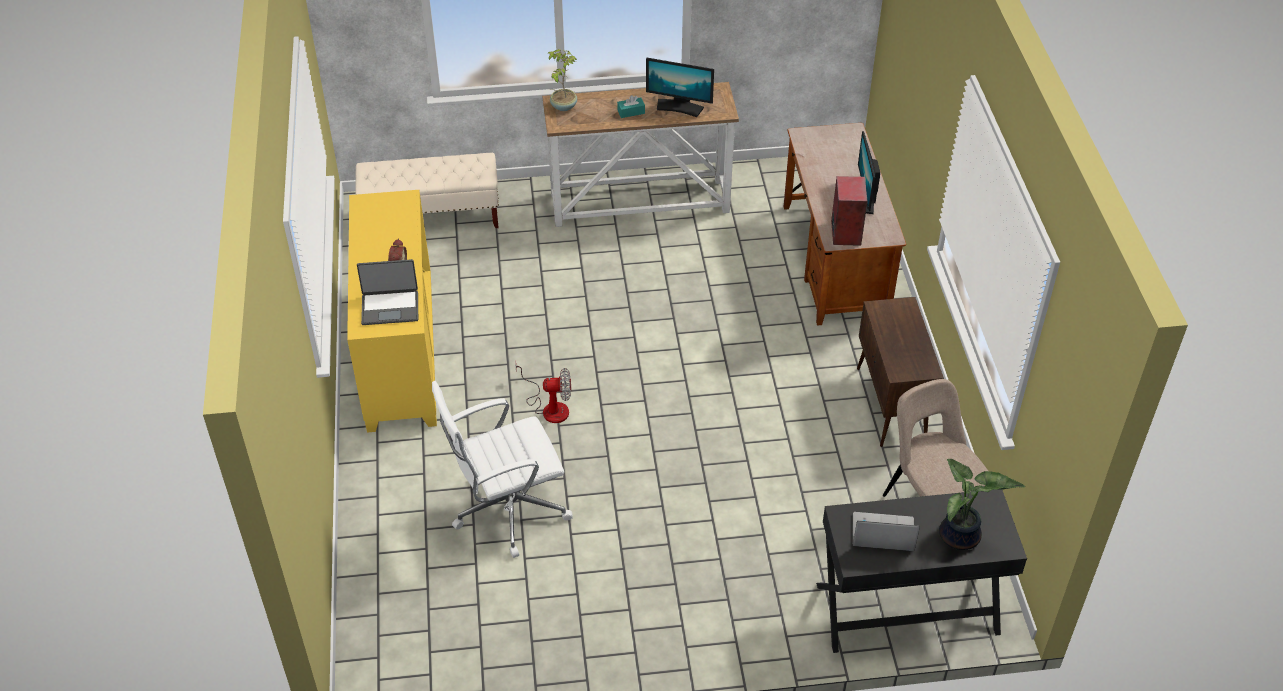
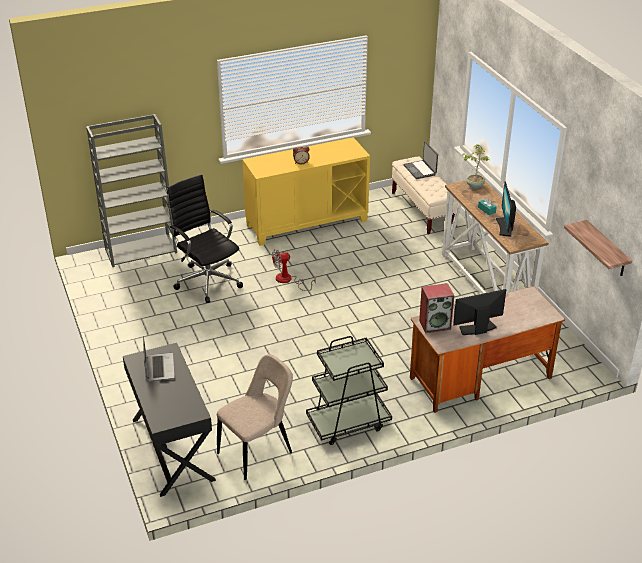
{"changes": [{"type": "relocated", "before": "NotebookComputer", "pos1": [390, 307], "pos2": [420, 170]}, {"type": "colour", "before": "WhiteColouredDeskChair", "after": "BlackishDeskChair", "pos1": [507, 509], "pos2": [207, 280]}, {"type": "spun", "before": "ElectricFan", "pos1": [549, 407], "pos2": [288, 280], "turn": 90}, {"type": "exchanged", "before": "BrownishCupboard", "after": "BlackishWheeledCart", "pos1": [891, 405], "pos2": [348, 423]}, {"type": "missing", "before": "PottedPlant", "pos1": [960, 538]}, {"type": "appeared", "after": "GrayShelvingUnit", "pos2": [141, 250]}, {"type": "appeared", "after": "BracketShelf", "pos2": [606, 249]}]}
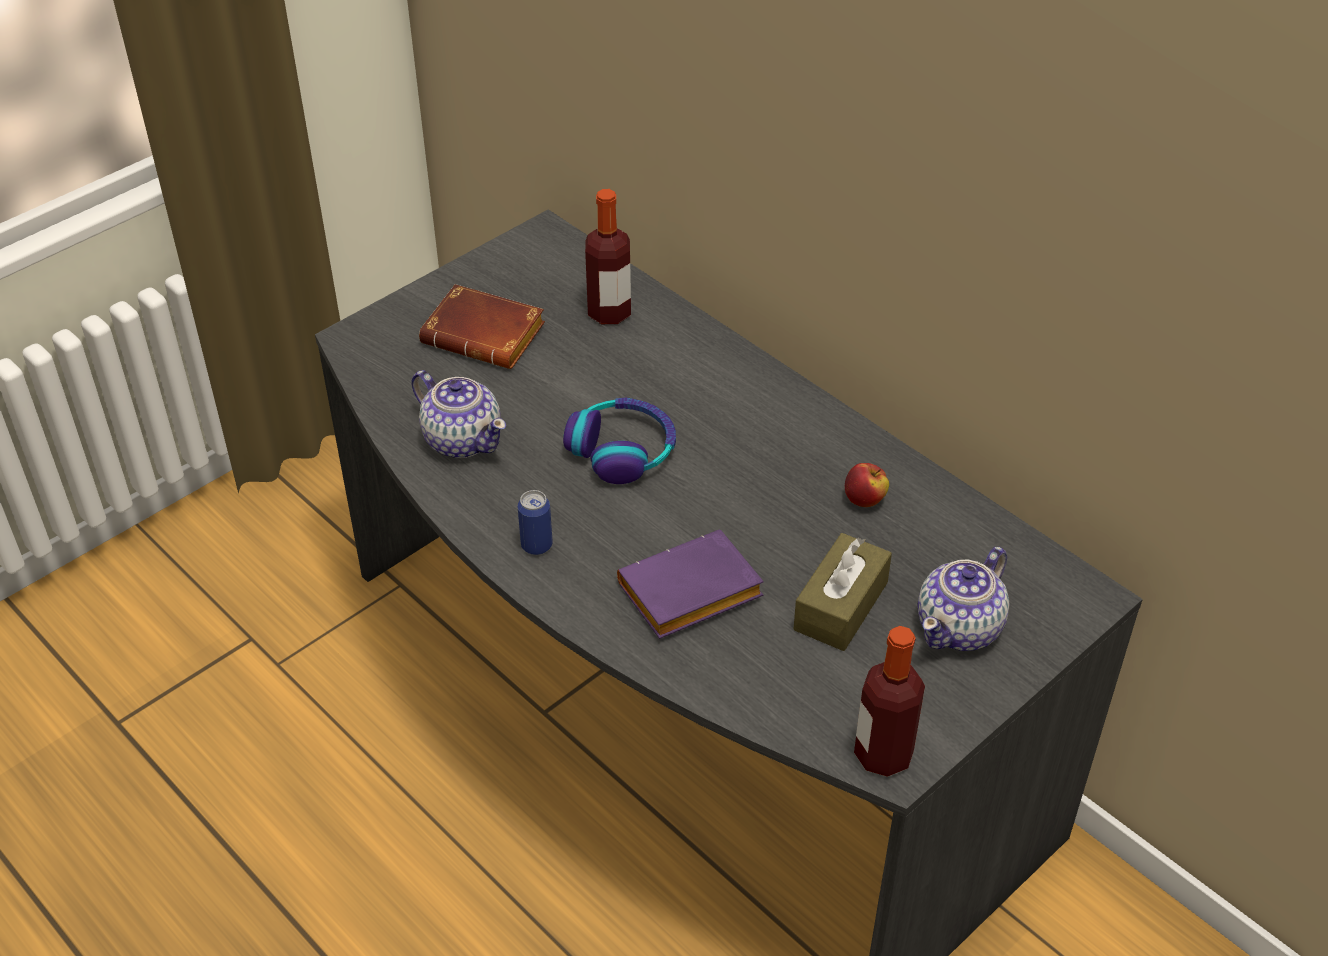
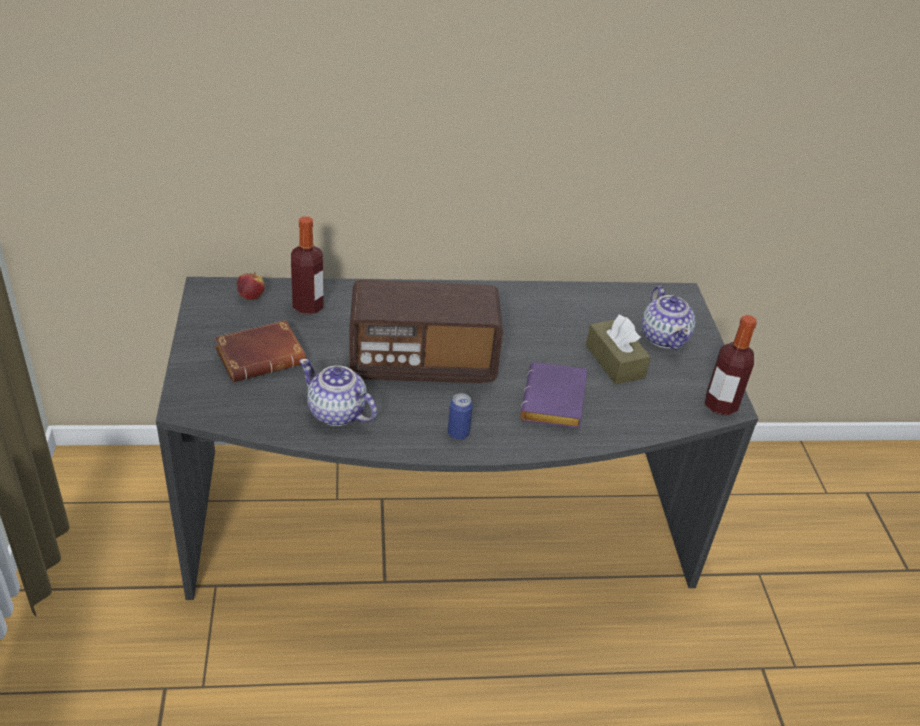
{"changes": [{"type": "spun", "before": "PotForTea", "pos1": [462, 439], "pos2": [337, 413], "turn": -135}, {"type": "exchanged", "before": "Headphones", "after": "Radio", "pos1": [622, 450], "pos2": [422, 363]}, {"type": "relocated", "before": "Apple", "pos1": [865, 500], "pos2": [251, 297]}]}
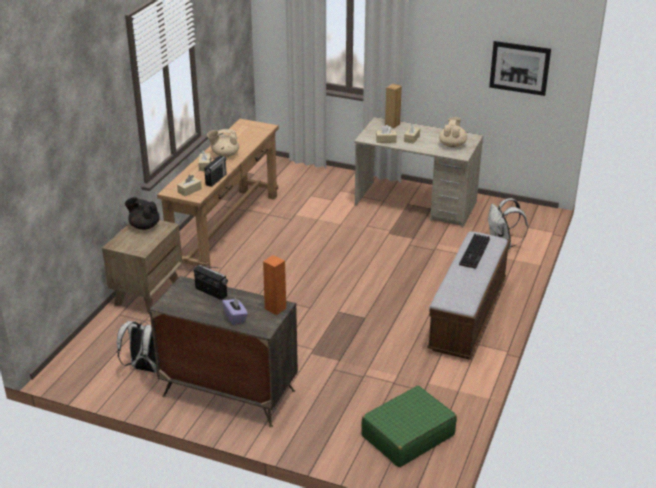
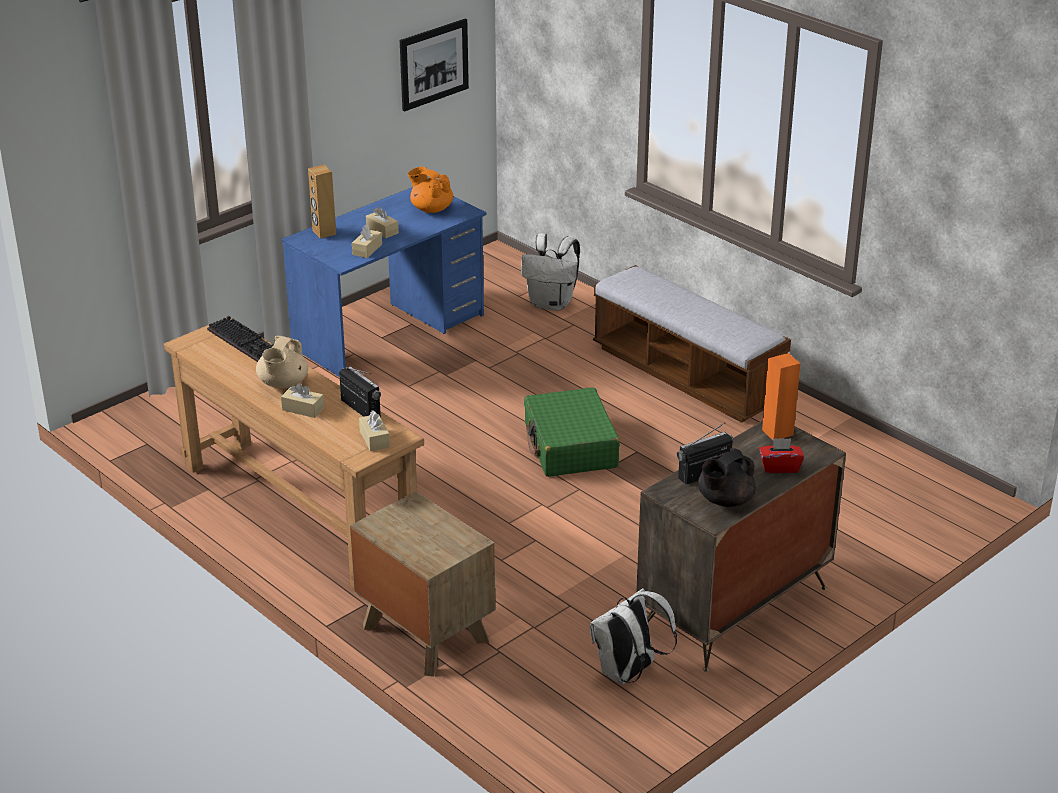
{"changes": [{"type": "relocated", "before": "BlackishPotForTea", "pos1": [144, 226], "pos2": [724, 500]}, {"type": "colour", "before": "PurplishTissueHolder", "after": "ReddishTissueHolder", "pos1": [235, 317], "pos2": [779, 467]}, {"type": "colour", "before": "BeigeColouredDeskUnit", "after": "BlueColouredDeskUnit", "pos1": [415, 204], "pos2": [389, 332]}, {"type": "relocated", "before": "GreenSuitcase", "pos1": [407, 435], "pos2": [570, 446]}, {"type": "colour", "before": "BeigeColouredPotForTea", "after": "OrangeColouredPotForTea", "pos1": [452, 145], "pos2": [431, 209]}, {"type": "relocated", "before": "ComputerKeyboard", "pos1": [475, 253], "pos2": [247, 342]}]}
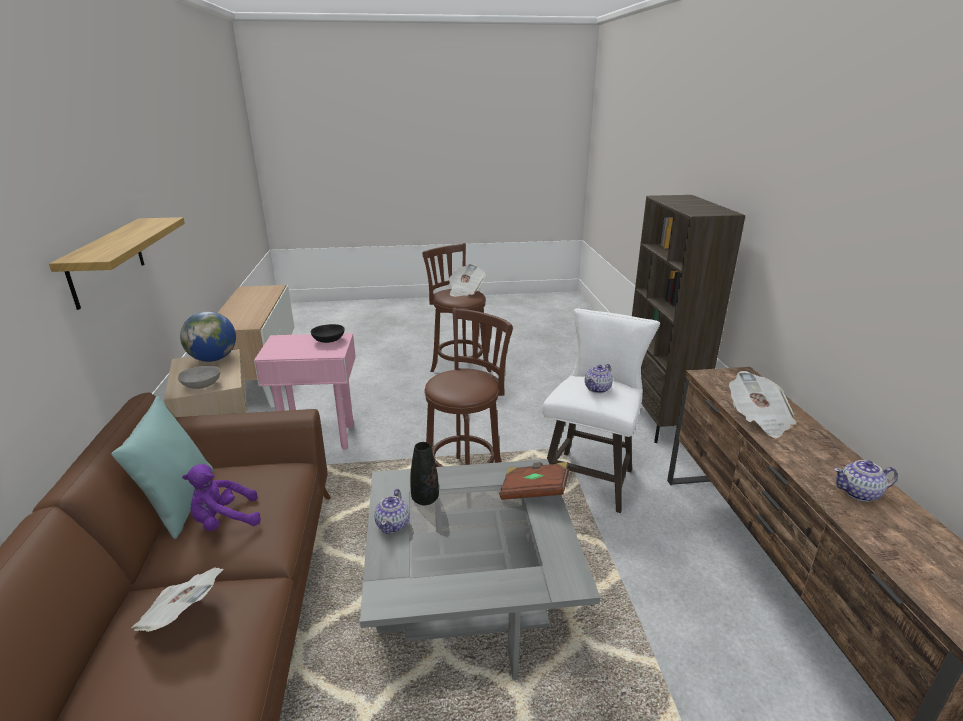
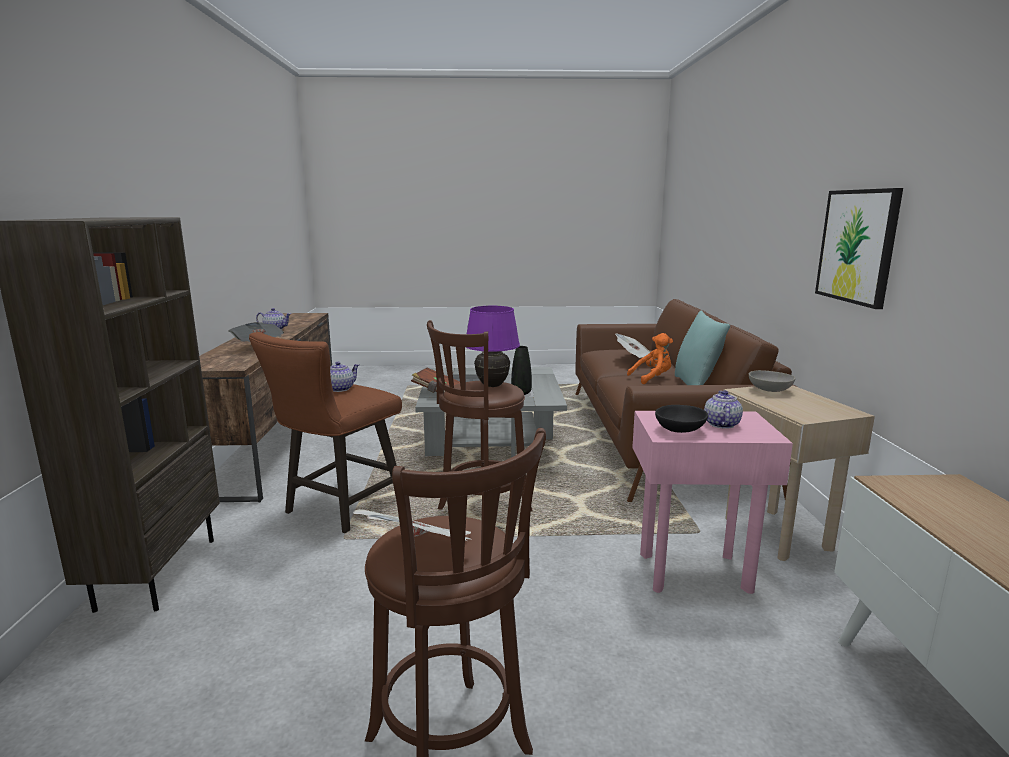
{"changes": [{"type": "exchanged", "before": "BracketShelf", "after": "Picture", "pos1": [106, 261], "pos2": [857, 246]}, {"type": "missing", "before": "DeskGlobe", "pos1": [213, 359]}, {"type": "colour", "before": "PurplishSoftToy", "after": "OrangeColouredSoftToy", "pos1": [224, 521], "pos2": [652, 378]}, {"type": "relocated", "before": "PotForTea", "pos1": [393, 524], "pos2": [721, 424]}, {"type": "colour", "before": "WhiteColouredStoolSeat", "after": "BrownishStoolSeat", "pos1": [590, 476], "pos2": [338, 509]}, {"type": "appeared", "after": "PurplishLampForATable", "pos2": [492, 386]}]}
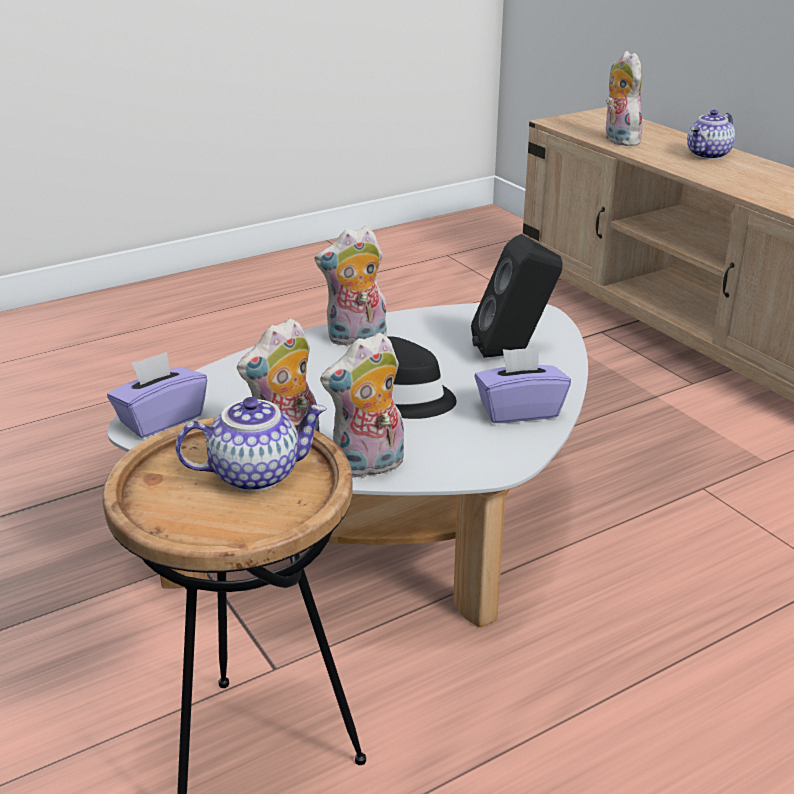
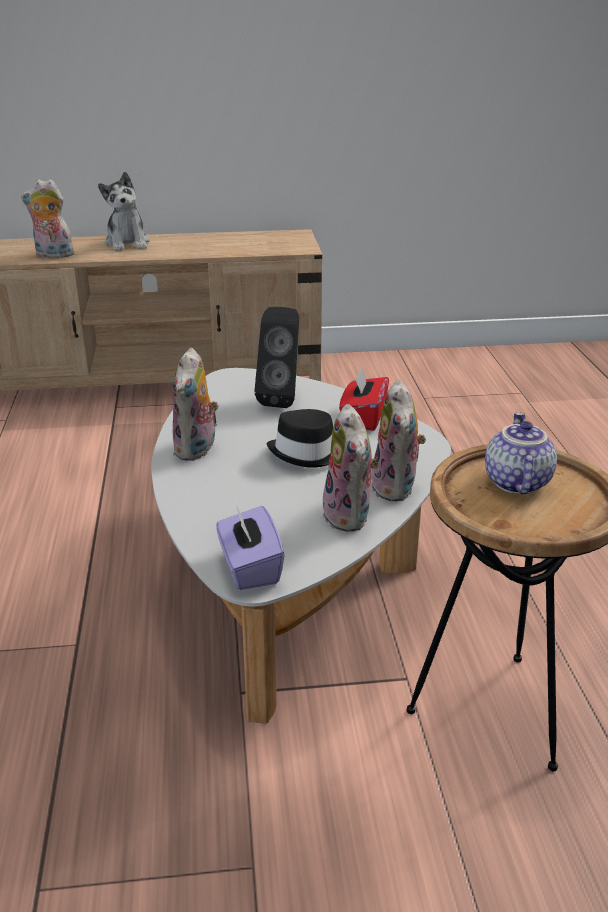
{"changes": [{"type": "colour", "before": "PurplishTissueHolder", "after": "ReddishTissueHolder", "pos1": [519, 411], "pos2": [363, 418]}, {"type": "exchanged", "before": "PotForTea", "after": "SoftToy", "pos1": [709, 155], "pos2": [127, 243]}]}
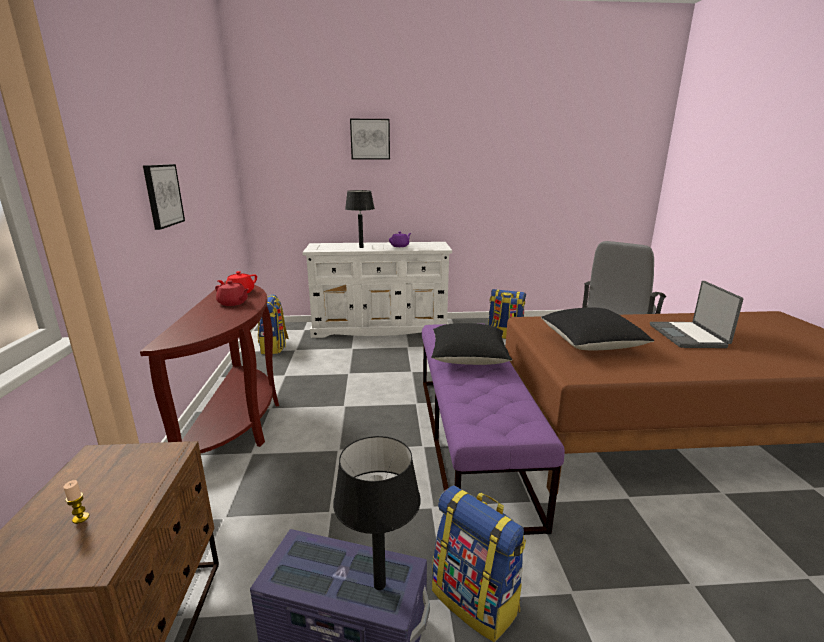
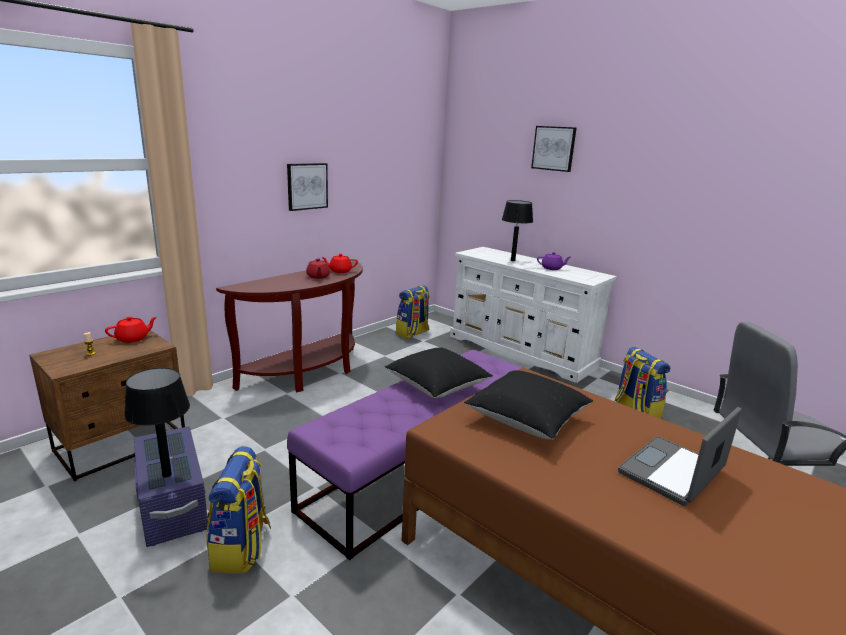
{"changes": [{"type": "appeared", "after": "ReddishPotForTea", "pos2": [133, 338]}]}
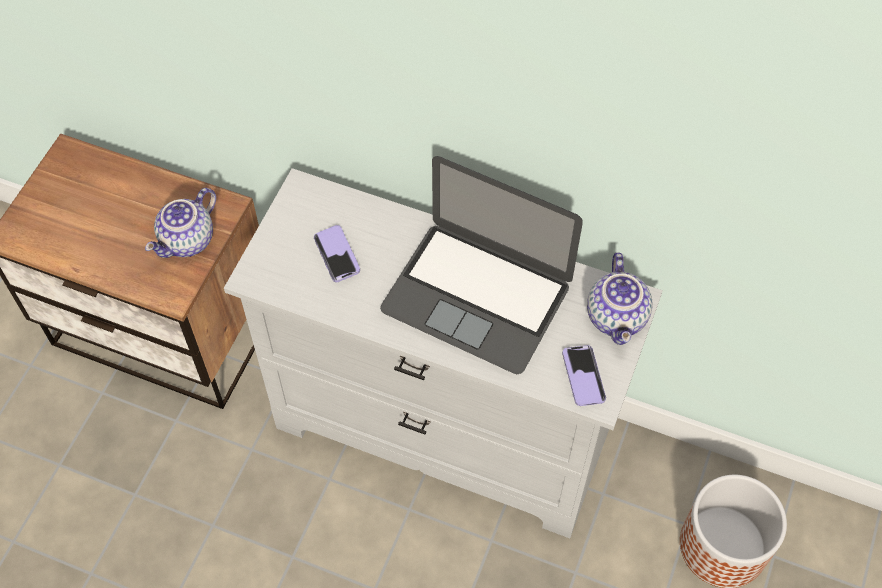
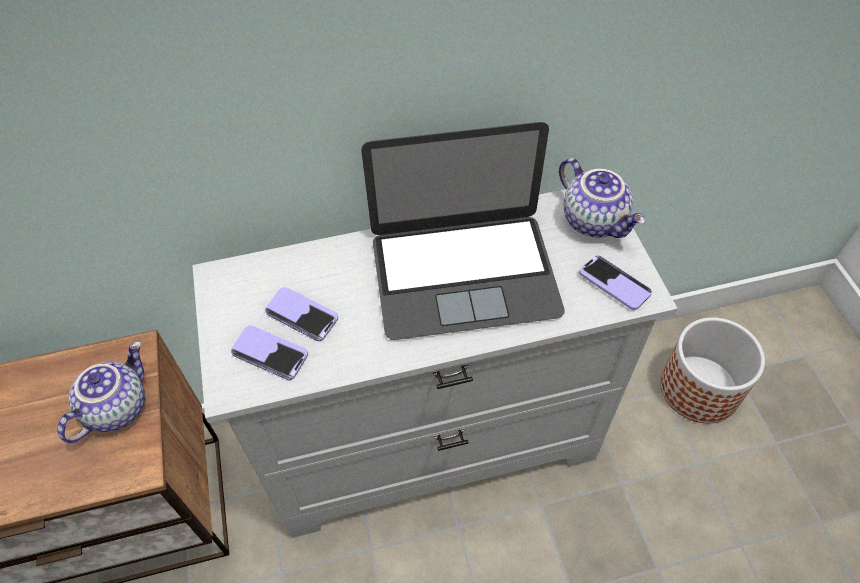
{"changes": [{"type": "spun", "before": "PotForTea", "pos1": [188, 241], "pos2": [116, 407], "turn": -150}, {"type": "appeared", "after": "Telephone", "pos2": [270, 354]}]}
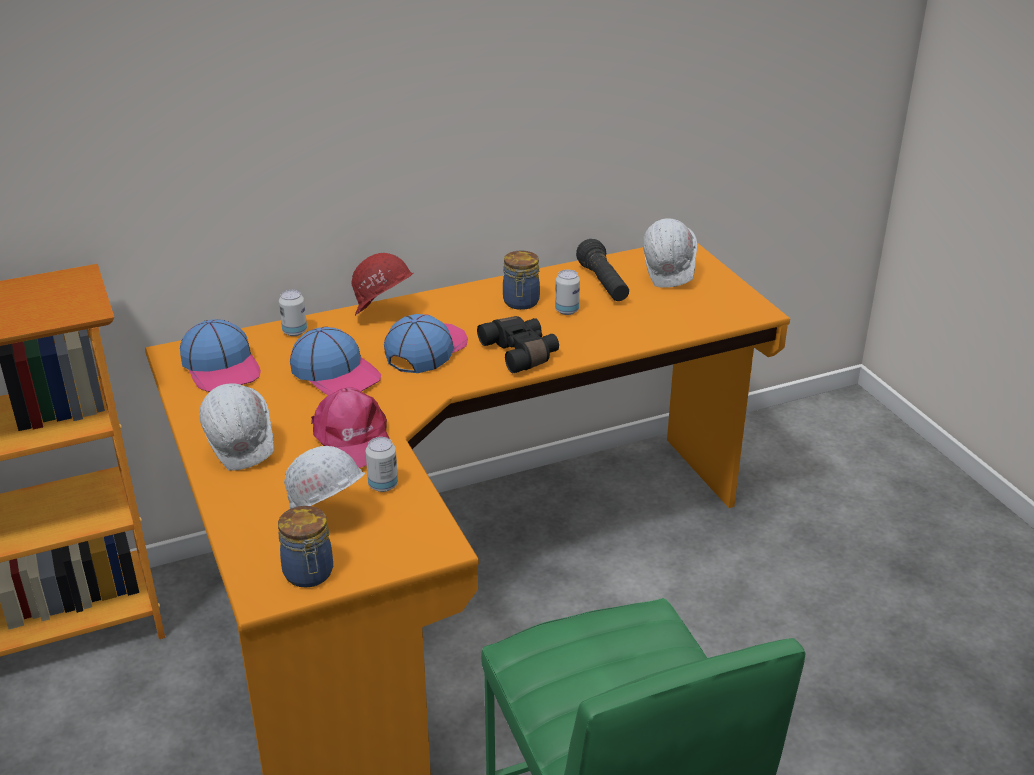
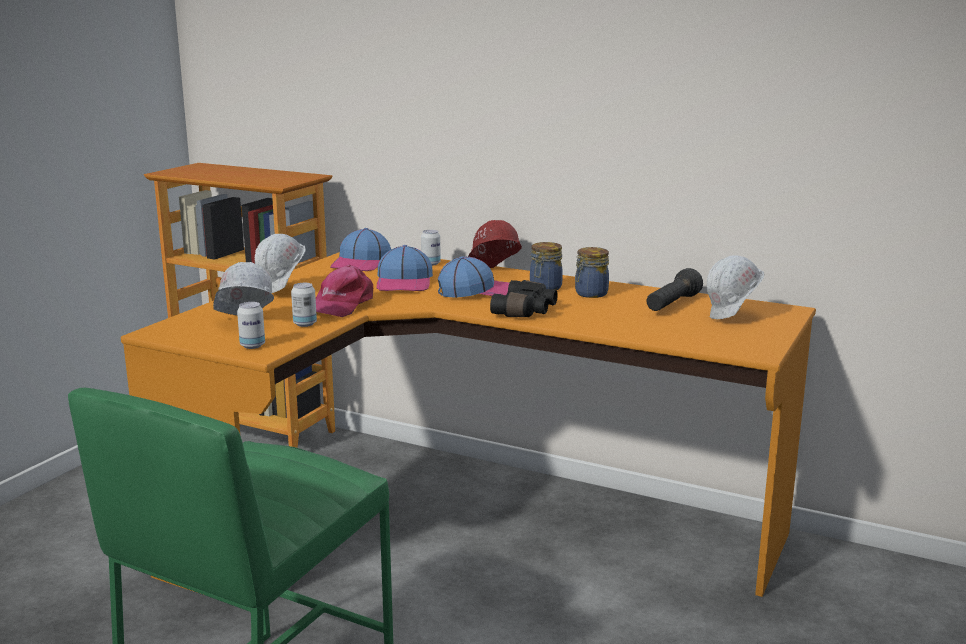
{"changes": [{"type": "relocated", "before": "PreserveJar", "pos1": [309, 574], "pos2": [545, 288]}, {"type": "relocated", "before": "MetalCan", "pos1": [567, 310], "pos2": [252, 346]}]}
